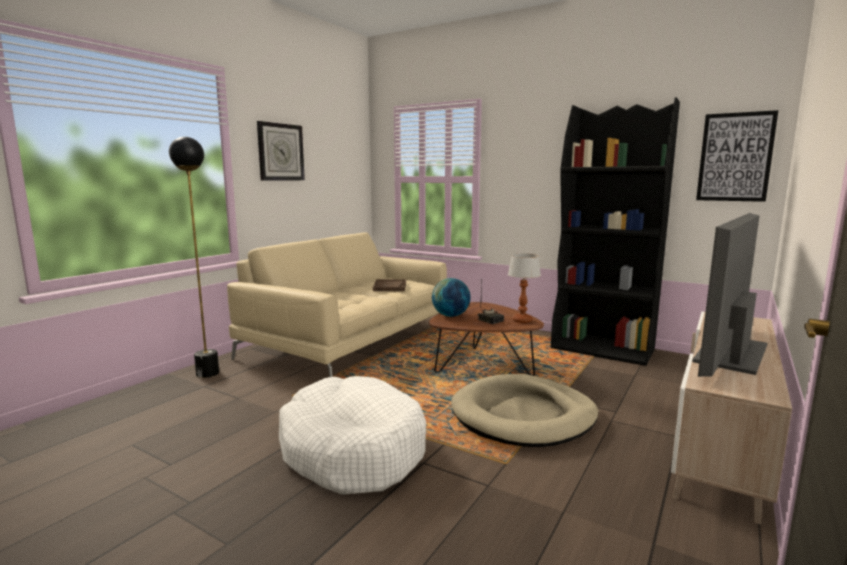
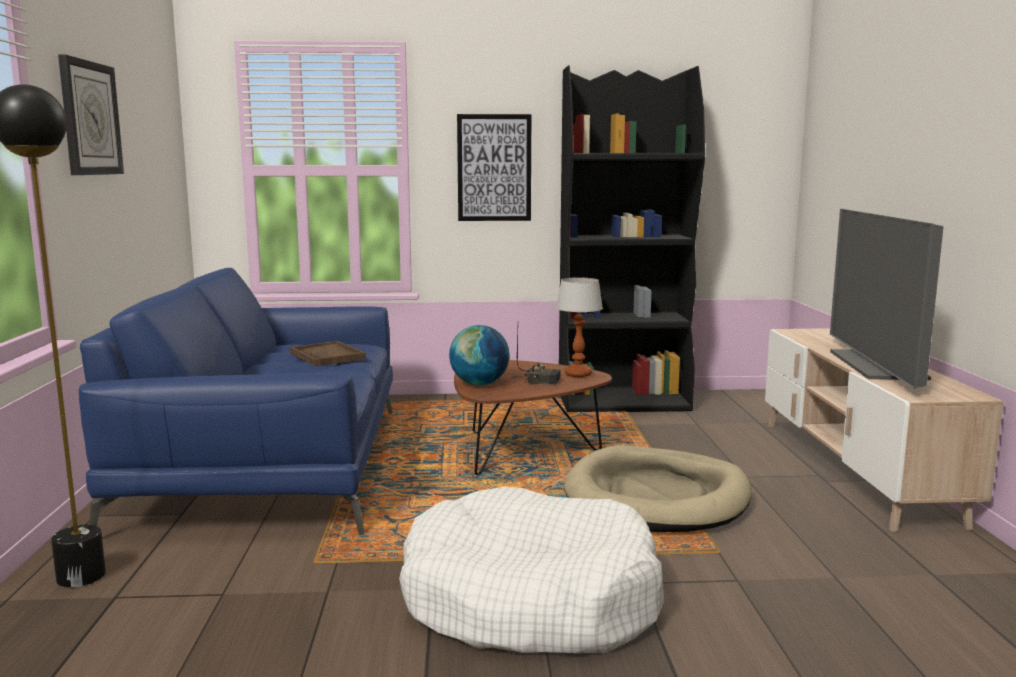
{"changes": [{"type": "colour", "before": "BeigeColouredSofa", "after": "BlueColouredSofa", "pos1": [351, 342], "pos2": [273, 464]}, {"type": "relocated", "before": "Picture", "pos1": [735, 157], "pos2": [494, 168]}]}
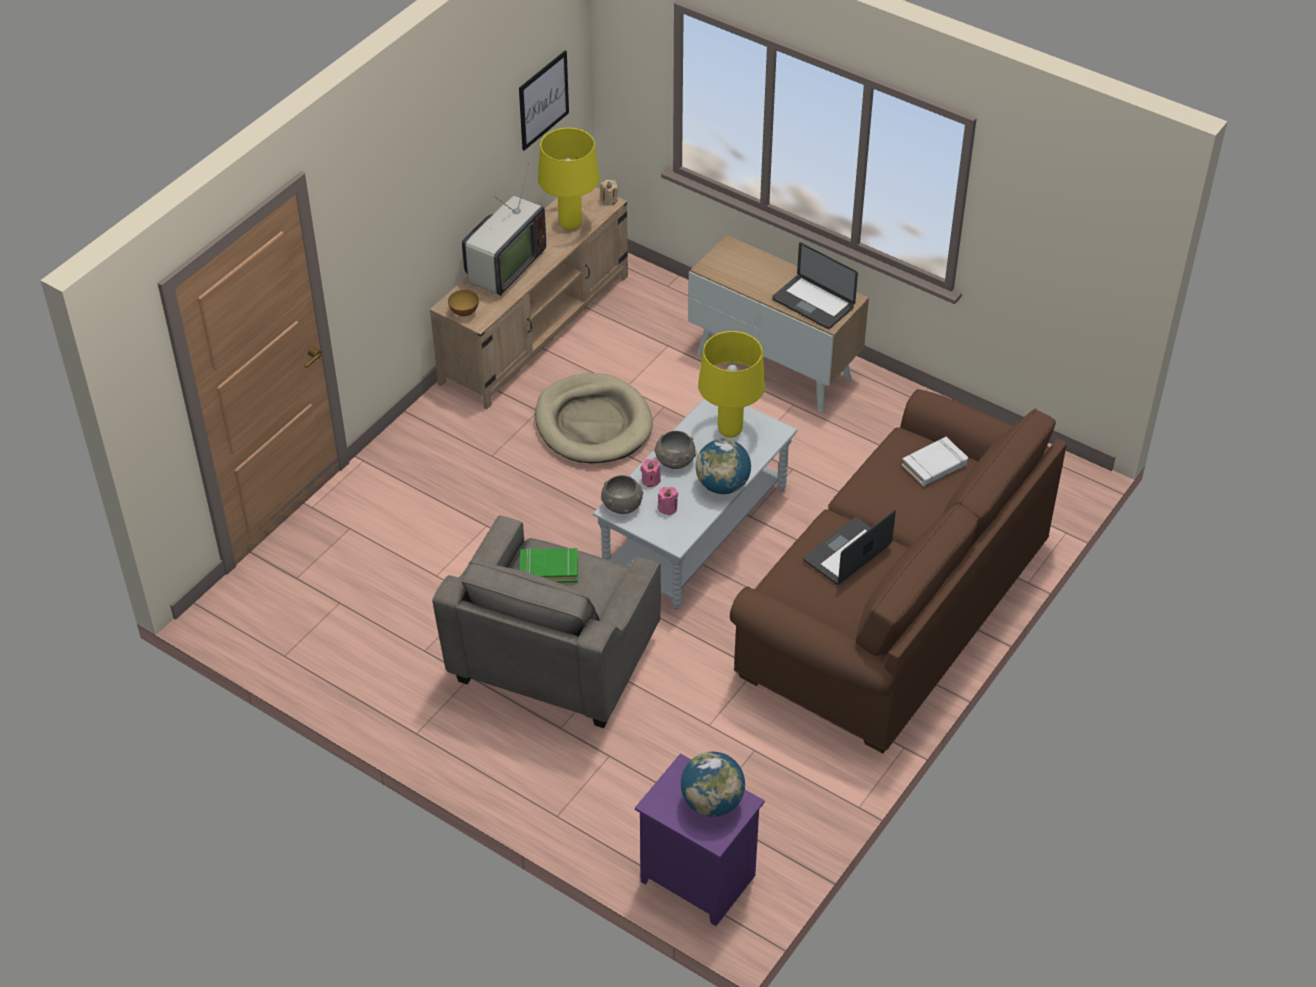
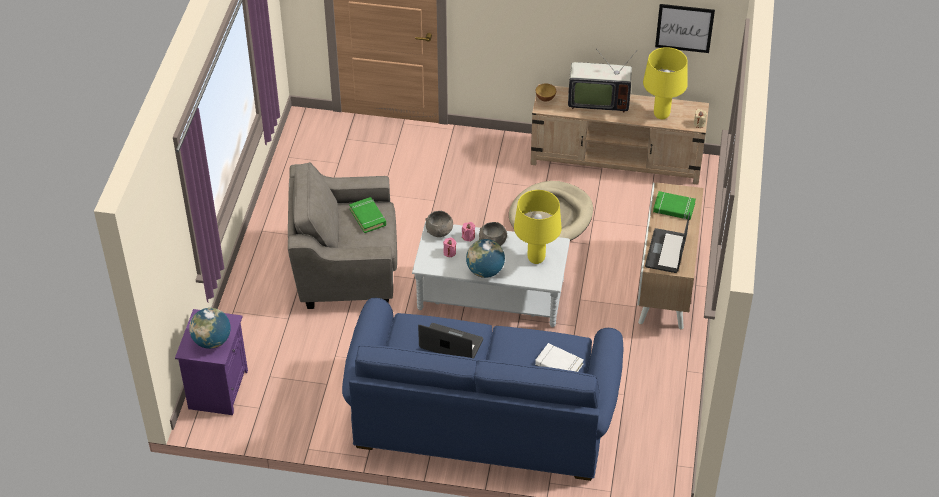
{"changes": [{"type": "colour", "before": "BrownishSofa", "after": "BlueColouredSofa", "pos1": [894, 608], "pos2": [482, 416]}, {"type": "appeared", "after": "GreenBoundBook", "pos2": [674, 208]}]}
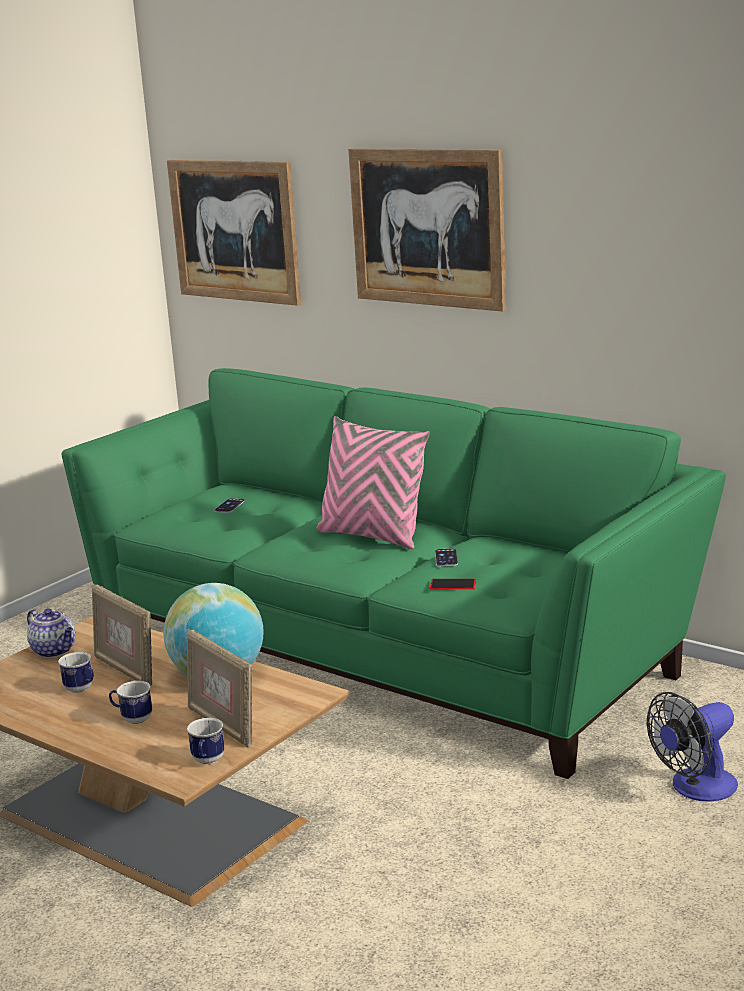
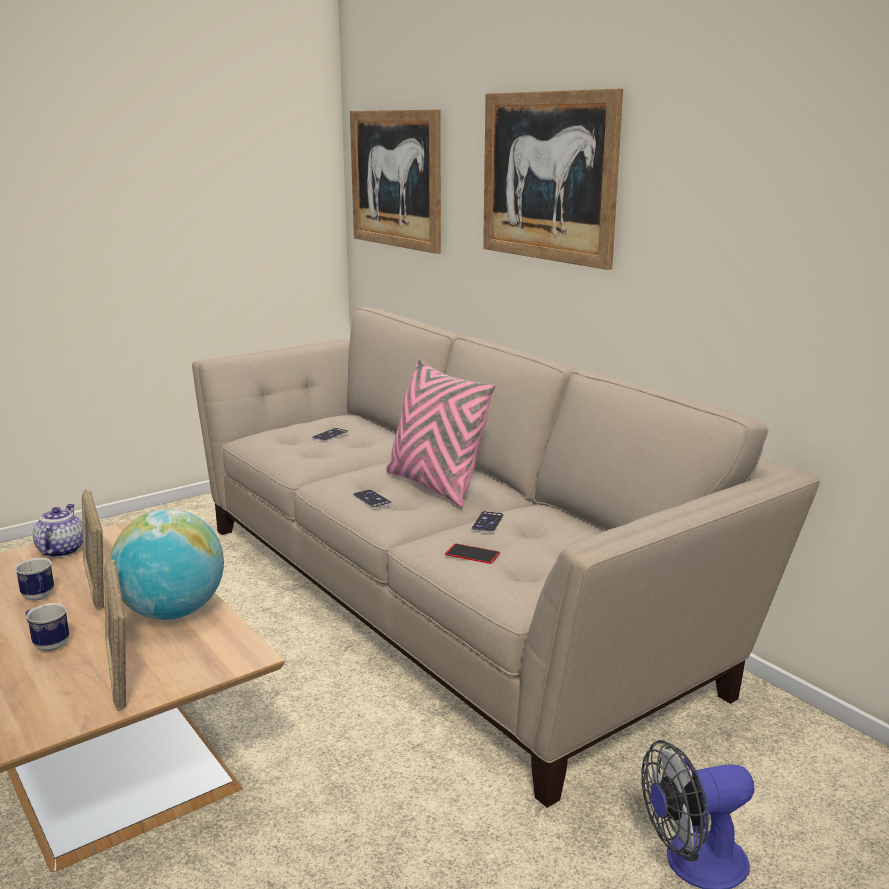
{"changes": [{"type": "spun", "before": "PotForTea", "pos1": [55, 651], "pos2": [61, 550], "turn": -150}, {"type": "colour", "before": "GreenSofa", "after": "BeigeColouredSofa", "pos1": [383, 646], "pos2": [446, 597]}, {"type": "missing", "before": "TeaMug", "pos1": [207, 761]}, {"type": "appeared", "after": "Telephone", "pos2": [372, 499]}]}
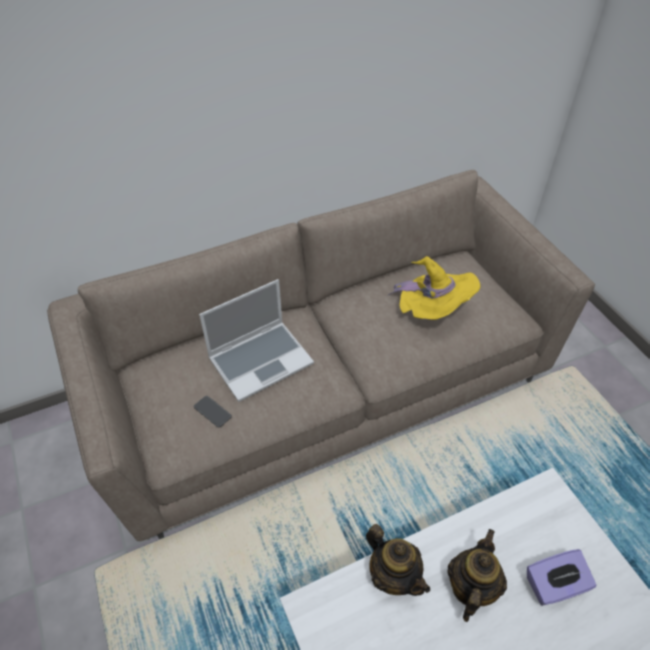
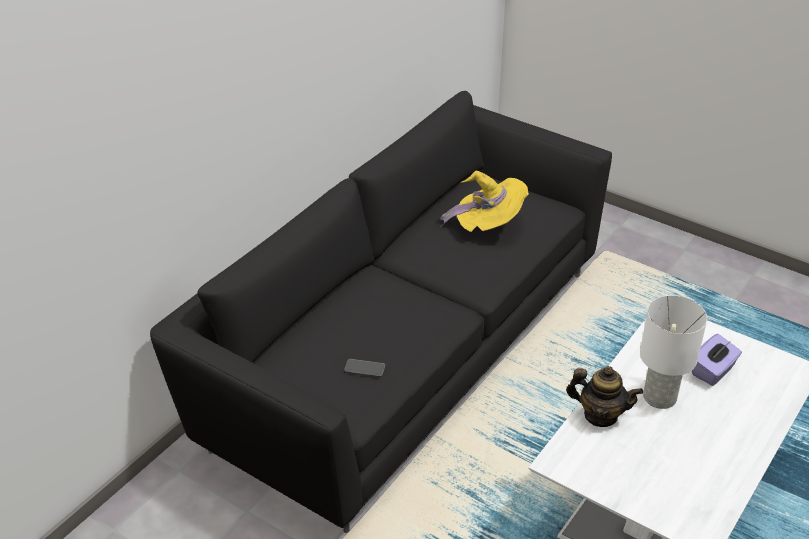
{"changes": [{"type": "colour", "before": "BeigeColouredSofa", "after": "BlackishSofa", "pos1": [325, 389], "pos2": [403, 353]}, {"type": "missing", "before": "NotebookComputer", "pos1": [261, 360]}, {"type": "exchanged", "before": "PotForTea", "after": "WhiteColouredLampForATable", "pos1": [470, 587], "pos2": [659, 398]}]}
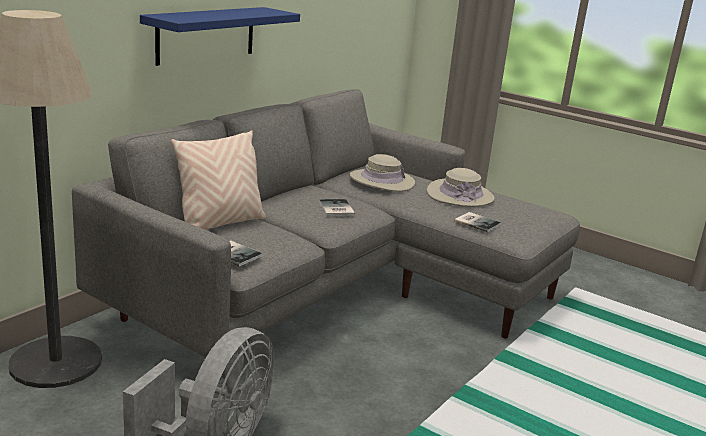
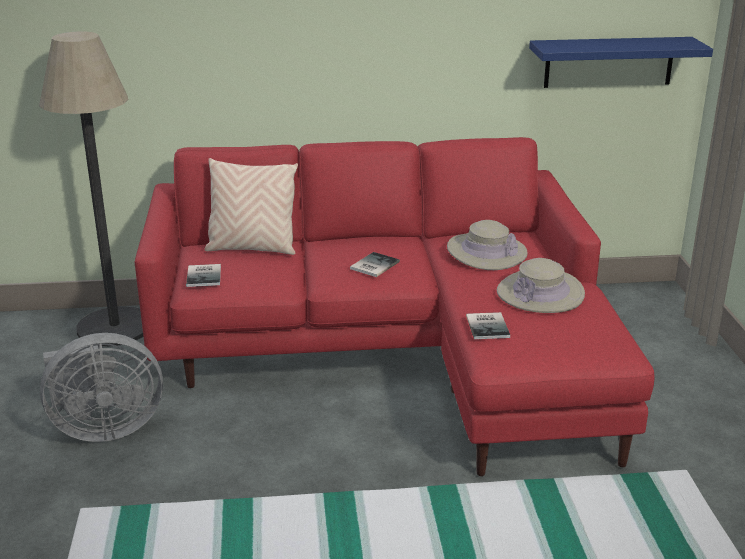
{"changes": [{"type": "colour", "before": "GraySofa", "after": "ReddishSofa", "pos1": [332, 290], "pos2": [398, 357]}, {"type": "relocated", "before": "BlueColouredBracketShelf", "pos1": [206, 35], "pos2": [609, 62]}]}
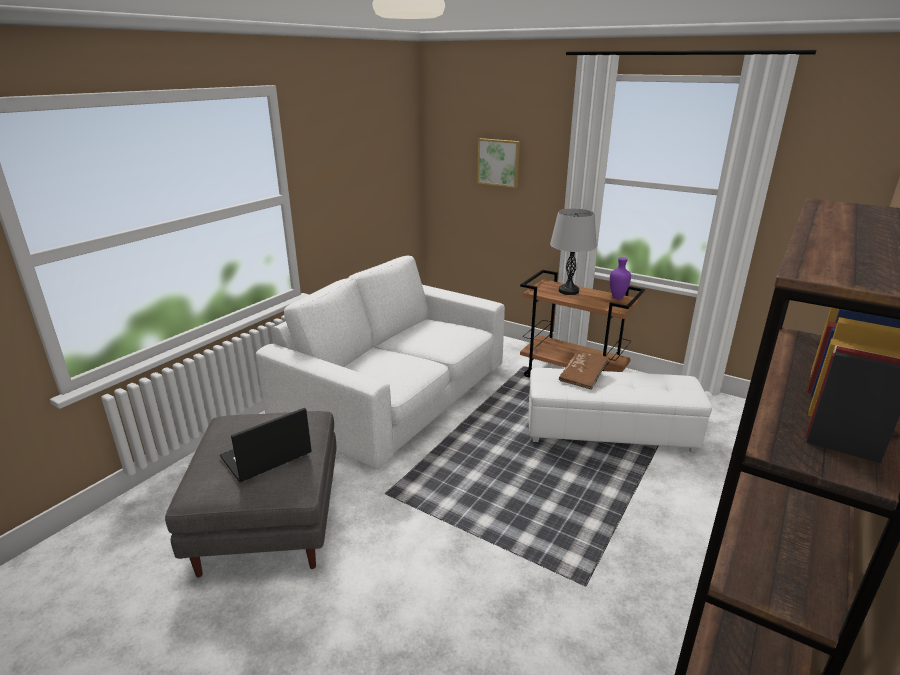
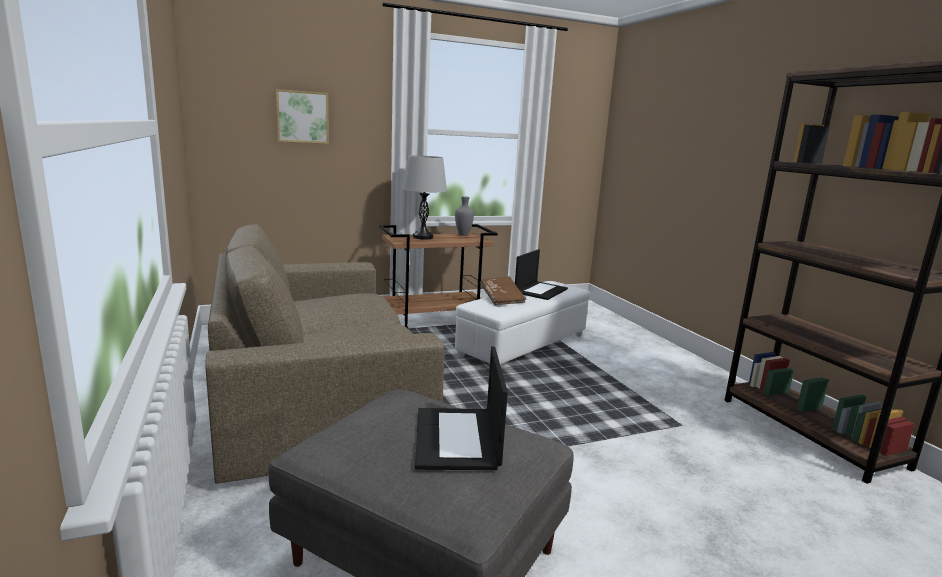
{"changes": [{"type": "colour", "before": "WhiteColouredSofa", "after": "BrownishSofa", "pos1": [396, 394], "pos2": [317, 393]}, {"type": "colour", "before": "PurplishVase", "after": "GrayVase", "pos1": [617, 297], "pos2": [463, 235]}, {"type": "appeared", "after": "NotebookComputer", "pos2": [540, 290]}]}
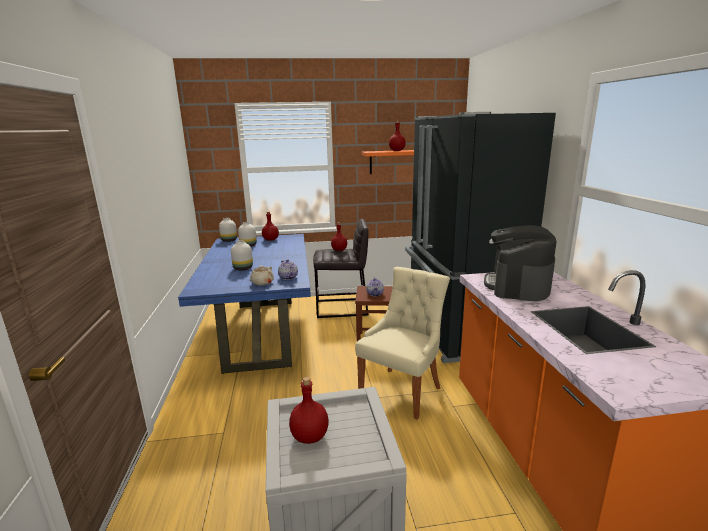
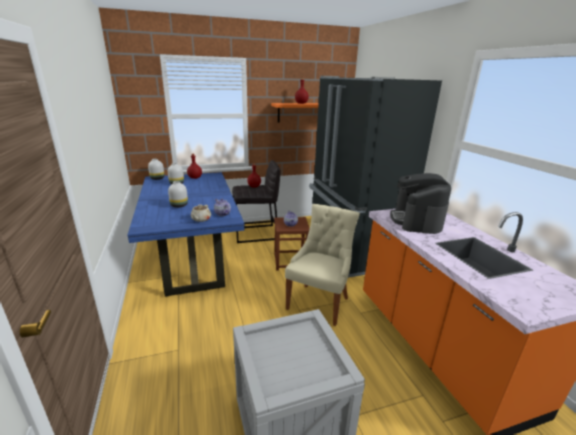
{"changes": [{"type": "missing", "before": "ReddishBottle", "pos1": [310, 437]}]}
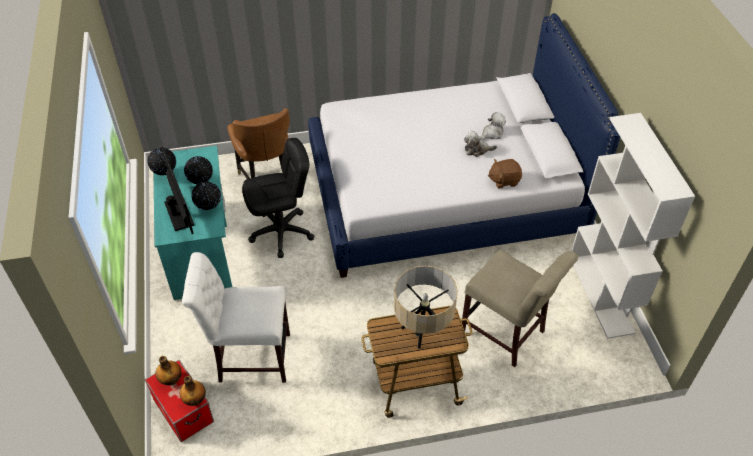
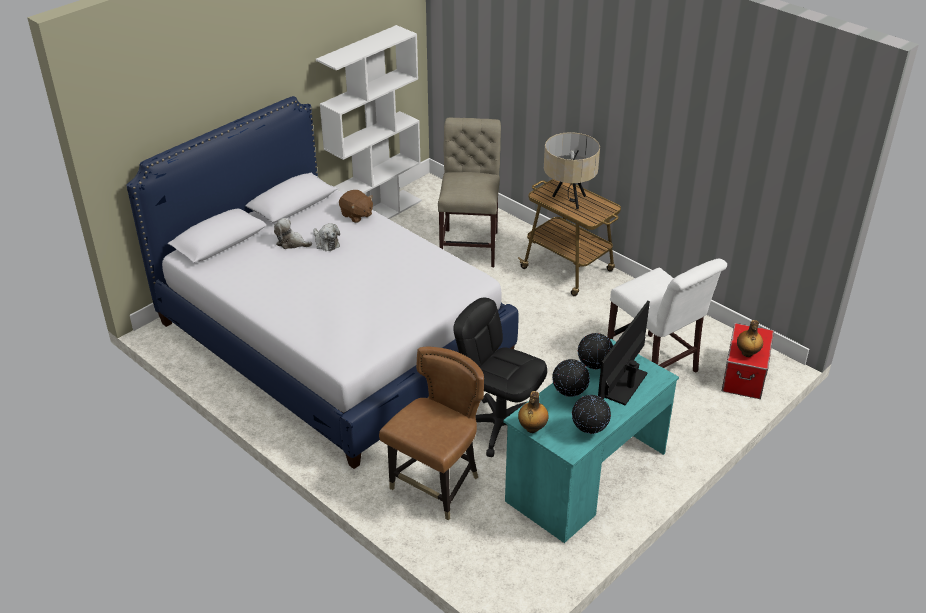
{"changes": [{"type": "relocated", "before": "Bottle", "pos1": [195, 400], "pos2": [532, 428]}]}
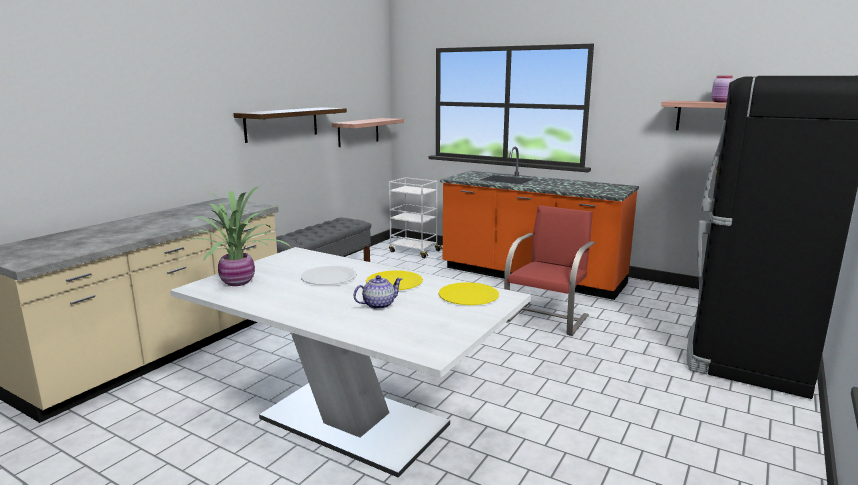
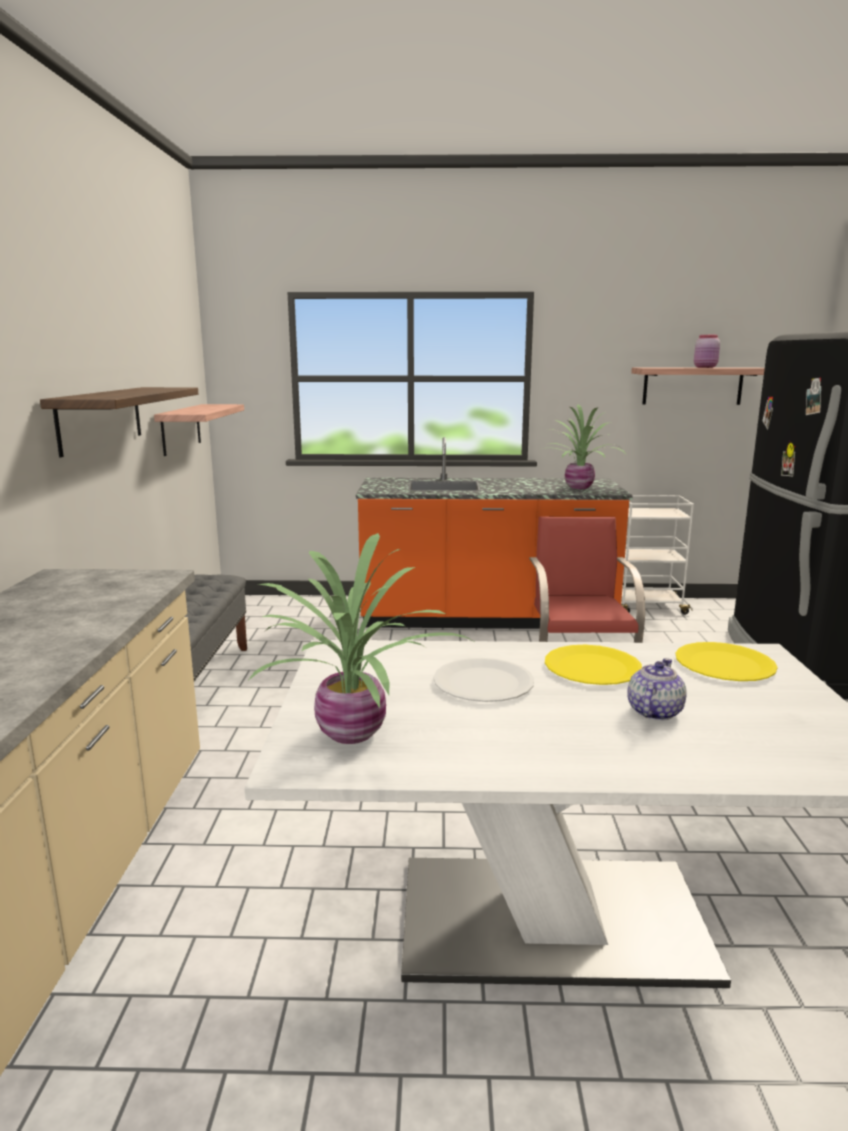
{"changes": [{"type": "relocated", "before": "WhiteColouredWheeledCart", "pos1": [414, 251], "pos2": [647, 607]}, {"type": "appeared", "after": "PottedPlant", "pos2": [577, 487]}]}
